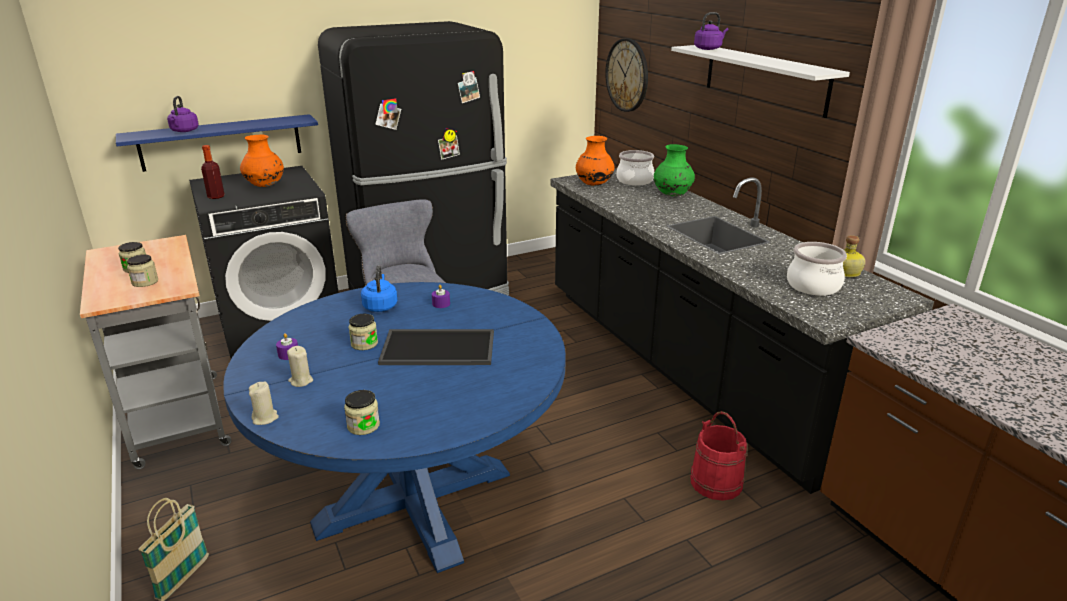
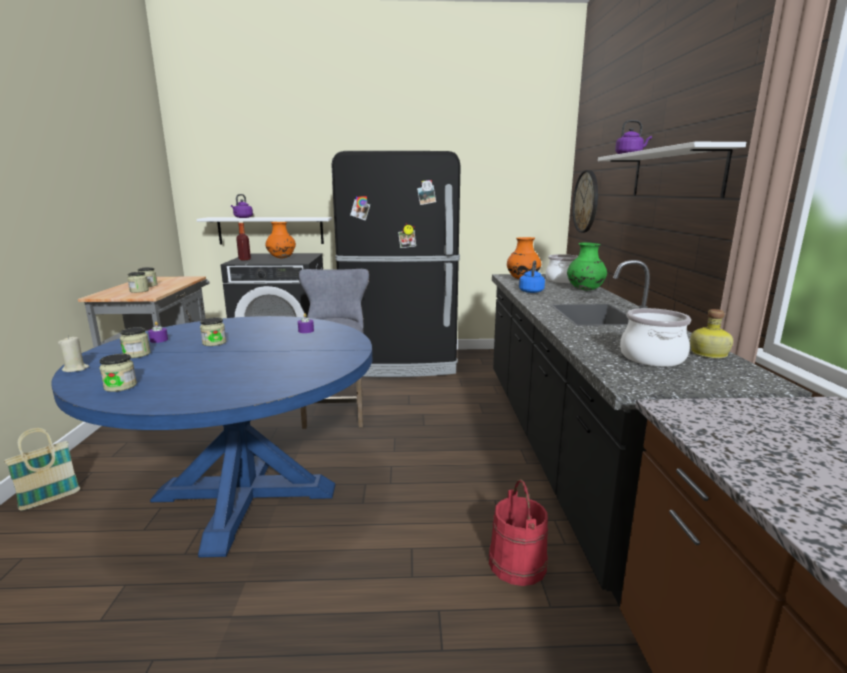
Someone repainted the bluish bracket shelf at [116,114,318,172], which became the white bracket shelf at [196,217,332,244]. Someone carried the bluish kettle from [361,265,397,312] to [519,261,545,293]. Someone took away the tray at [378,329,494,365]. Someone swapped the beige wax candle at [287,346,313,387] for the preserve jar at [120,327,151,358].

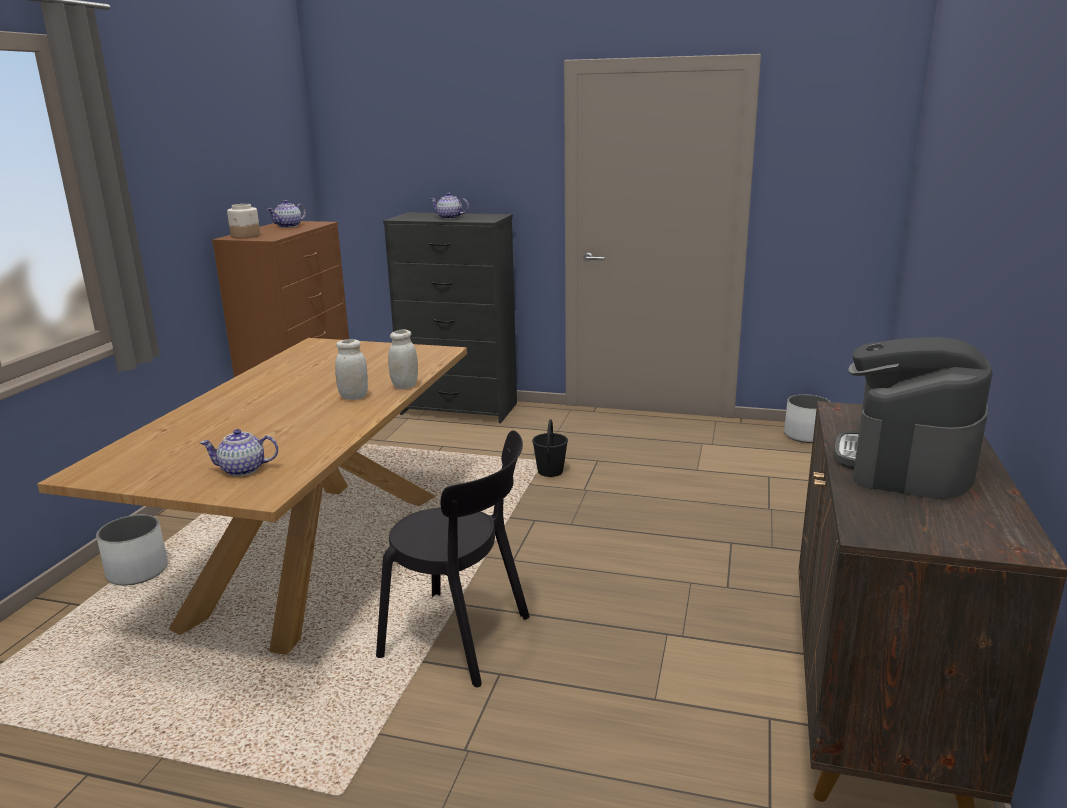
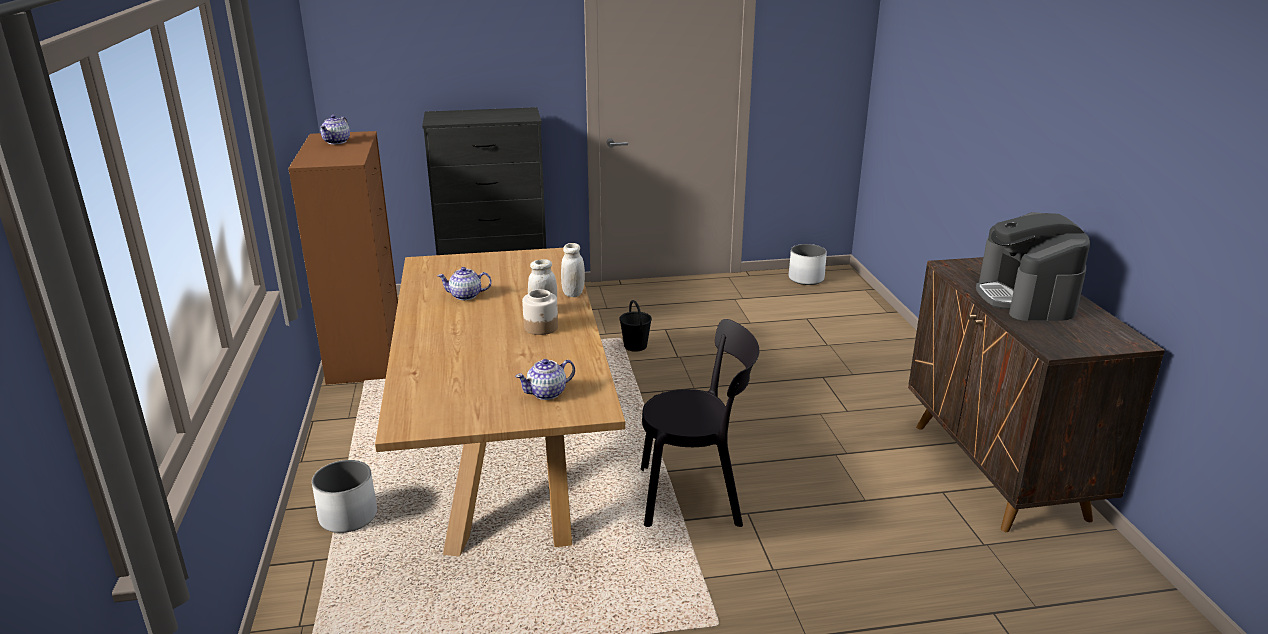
Someone carried the tea pot from [430,193,469,219] to [437,267,492,300]. Someone carried the preserve jar from [227,204,260,238] to [522,289,558,335].

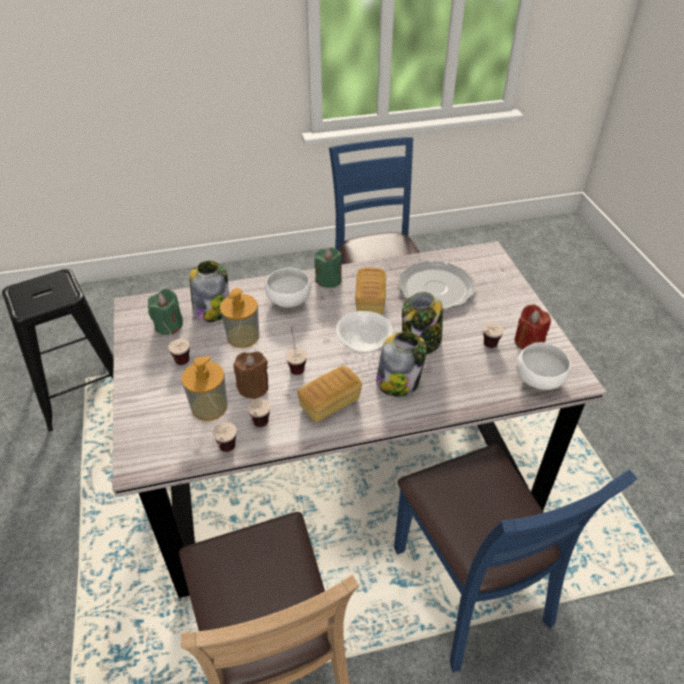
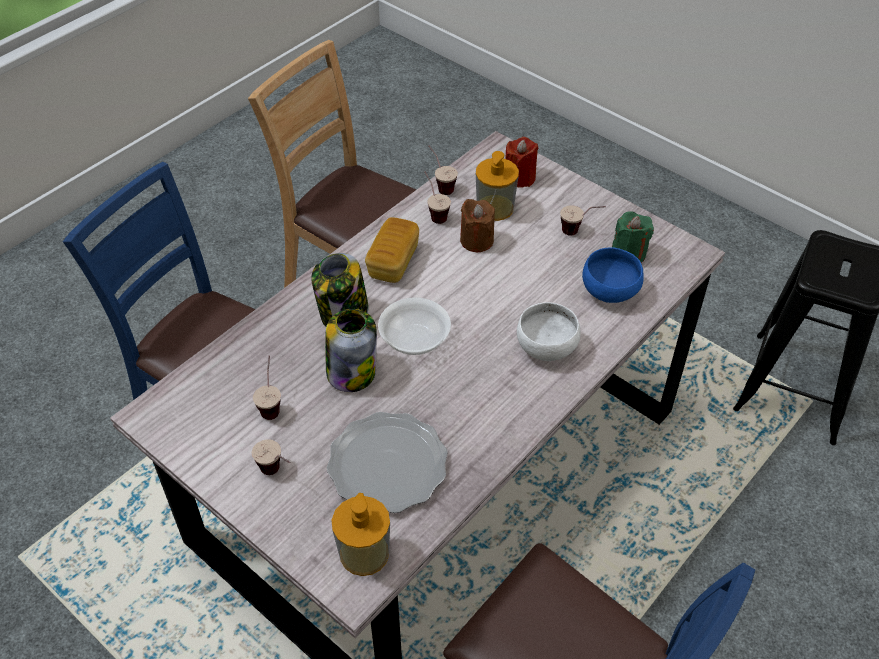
Someone took away the greenish wax candle at [314,247,342,288]. Someone swapped the preserve jar at [190,261,229,322] for the bluish serving bowl at [582,247,644,303]. Someone took away the bread at [355,267,386,315]. Someone carried the soap bottle from [220,288,259,348] to [332,493,390,576]. Someone carried the reddish wax candle from [515,304,551,350] to [505,137,539,188]. Someone carried the cup from [286,326,307,375] to [252,440,290,475]. Someone took away the white serving bowl at [516,342,571,390].

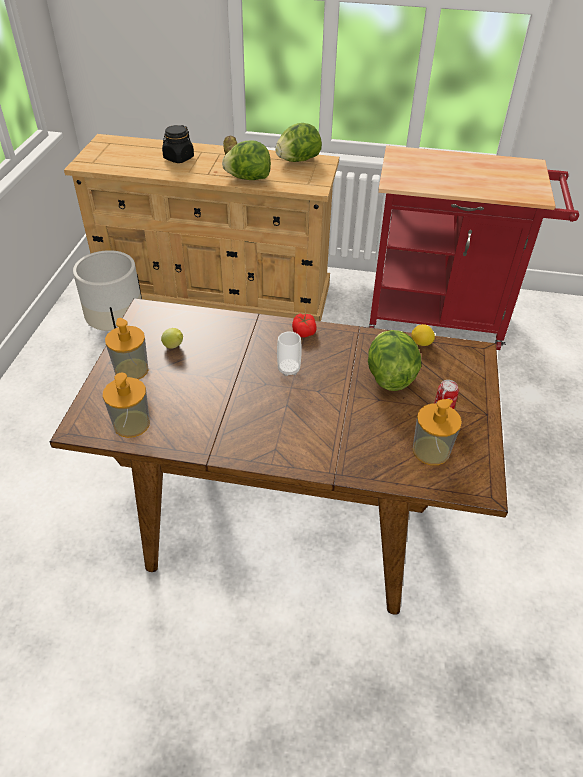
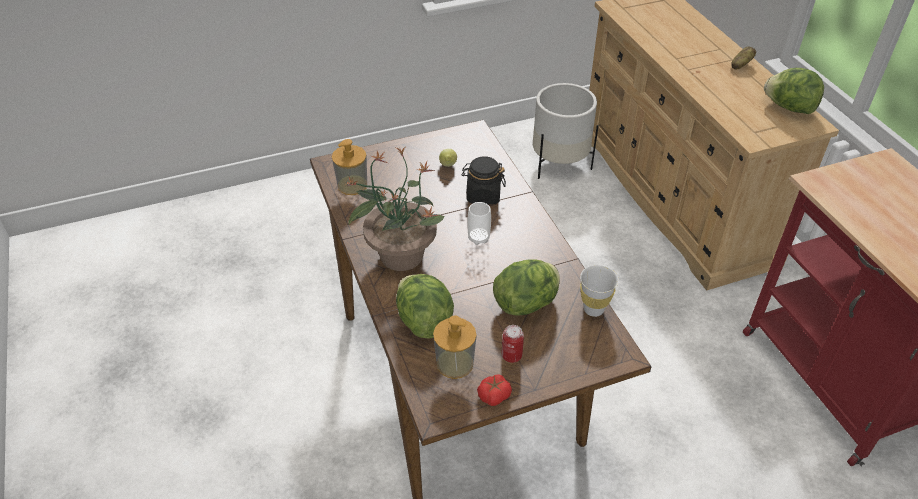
Someone carried the black preserve jar from [162,125,194,163] to [461,156,506,205]. Someone carried the lettuce head from [222,140,271,180] to [396,274,454,339]. Someone carried the fresh tomato from [292,314,317,337] to [477,374,512,406]. Someone took away the soap bottle at [105,318,149,380]. Someone swapped the whole lemon at [411,324,435,346] for the white cup at [580,265,619,317]. Someone put down the plant in a pot at [345,148,444,271].

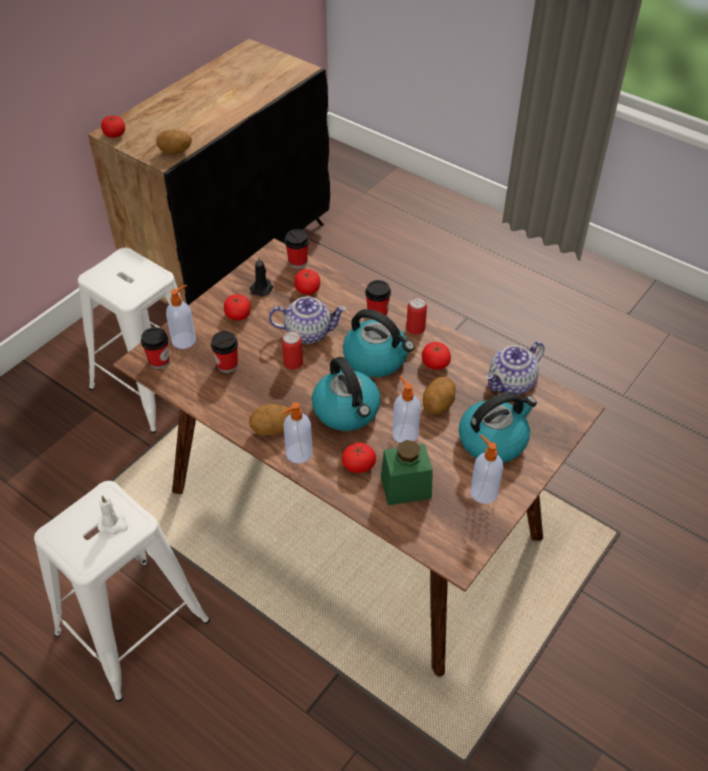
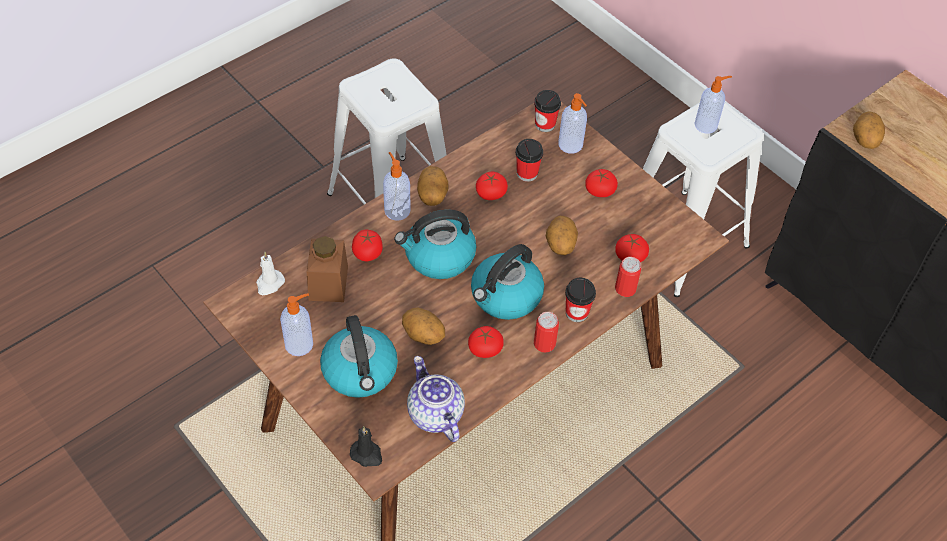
Someone carried the fresh tomato from [101,116,125,138] to [476,172,508,200]. Someone took away the cup at [285,229,309,269]. Someone carried the black wax candle from [250,257,273,297] to [350,426,382,467]. Someone swapped the tea pot at [269,296,346,344] for the potato at [546,216,578,255]. Someone carried the can from [282,331,303,370] to [615,257,641,297]. Someone carried the soap bottle from [392,375,421,443] to [694,76,732,134]. Someone repainted the greenish preserve jar at [381,440,433,505], which became the brown-coloured preserve jar at [307,236,348,302]. Someone carried the white wax candle from [97,495,128,535] to [256,252,285,295].

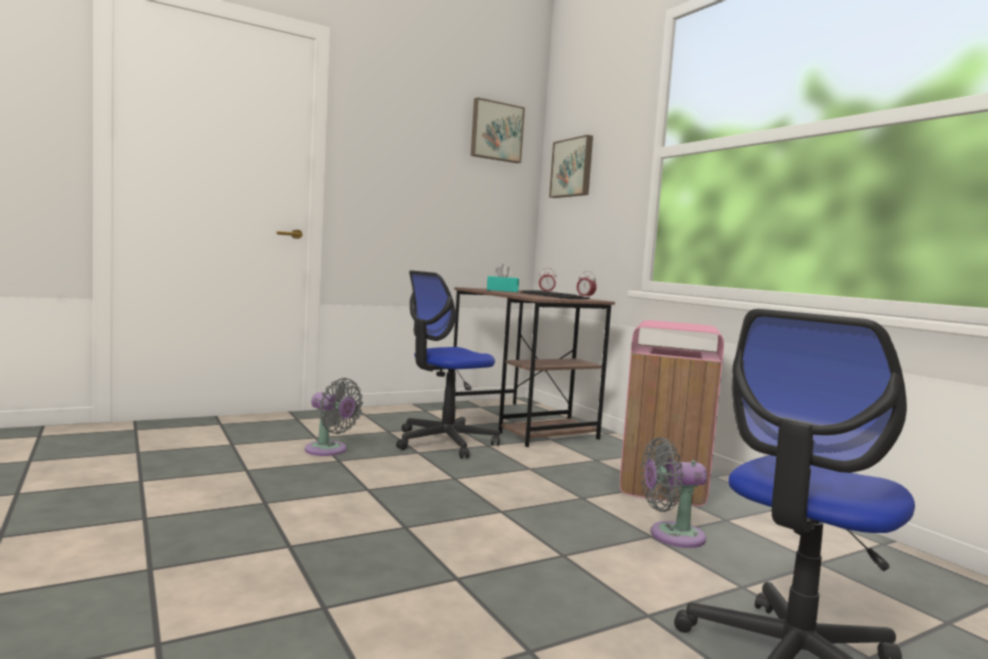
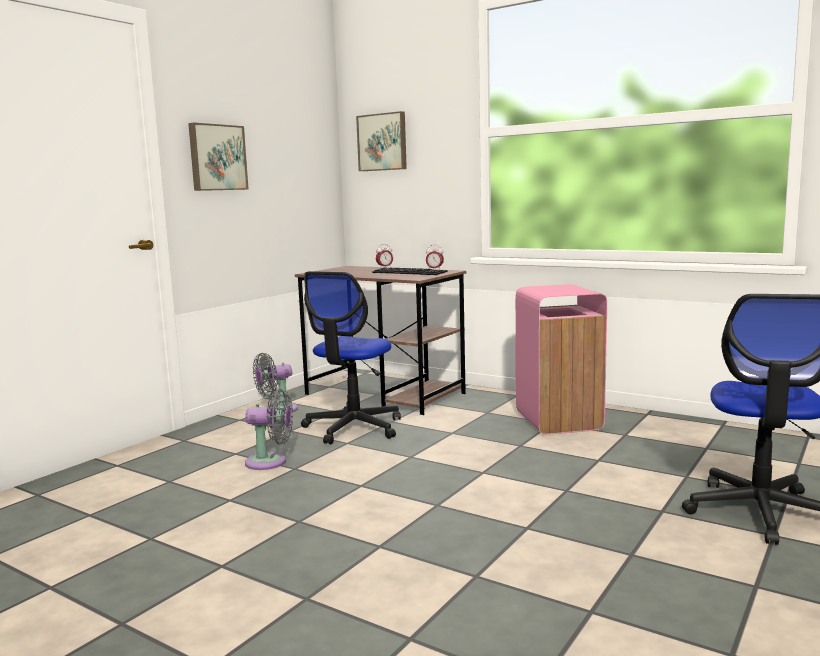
Someone carried the wall picture from [471,97,525,163] to [188,123,248,191]. Someone took away the turquoise tissue box at [487,264,519,292]. Someone carried the grey cooling fan from [641,437,707,548] to [253,353,298,415].

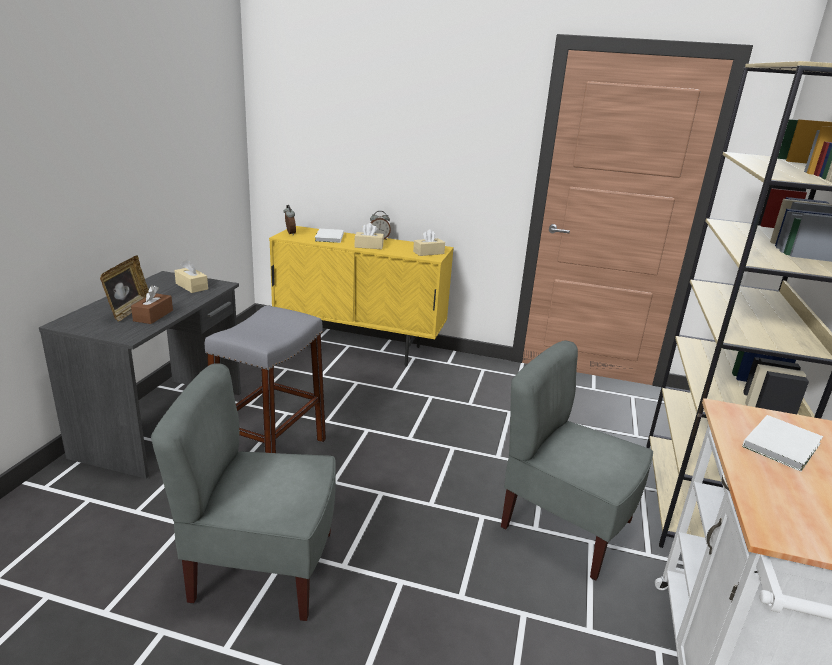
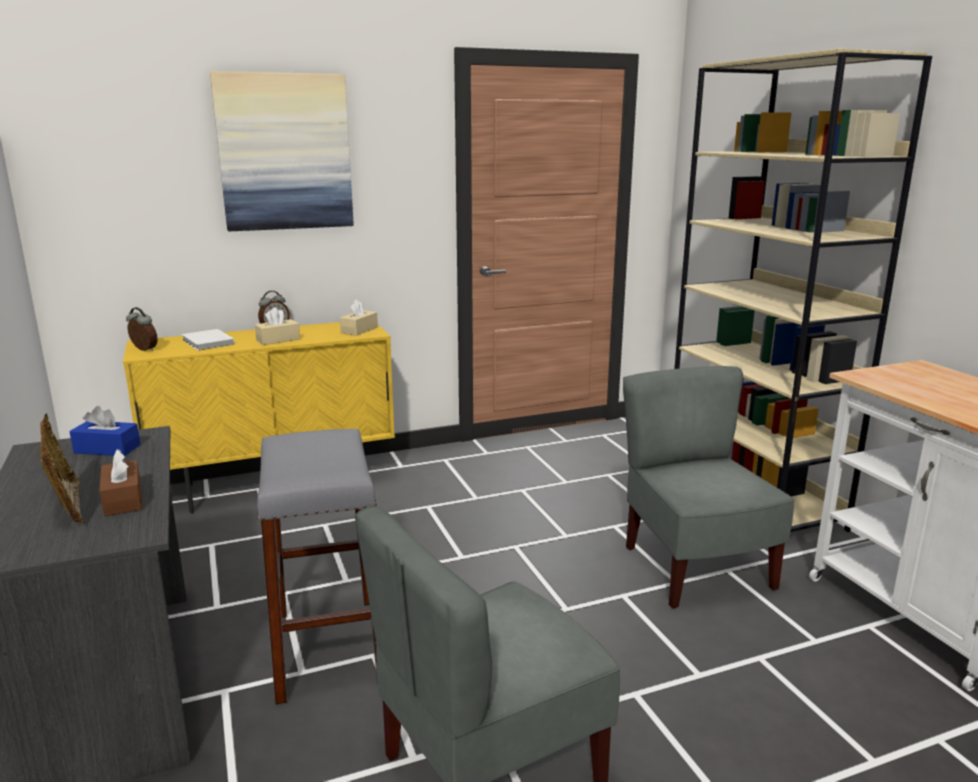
Someone repainted the beige tissue box at [174,259,208,293], which became the bluish tissue box at [69,406,141,456]. Someone rotated the grey upright chair at [501,340,653,580] by 75 degrees clockwise. Someone took away the white bound book at [742,415,823,472]. Someone put up the wall picture at [210,71,354,231].

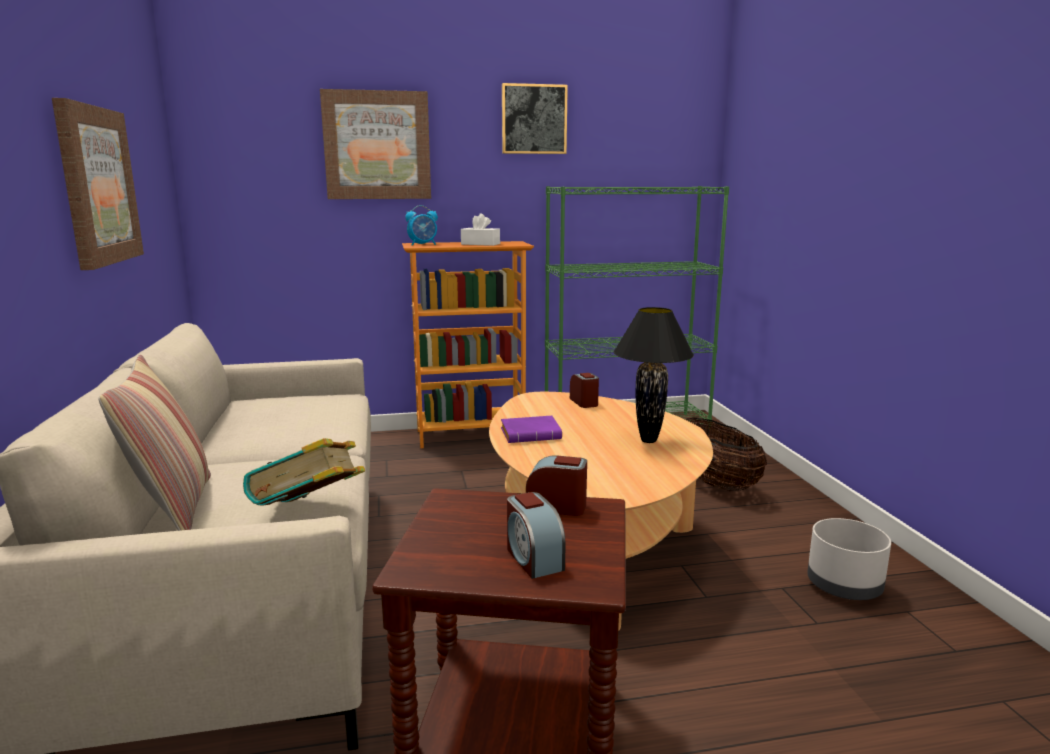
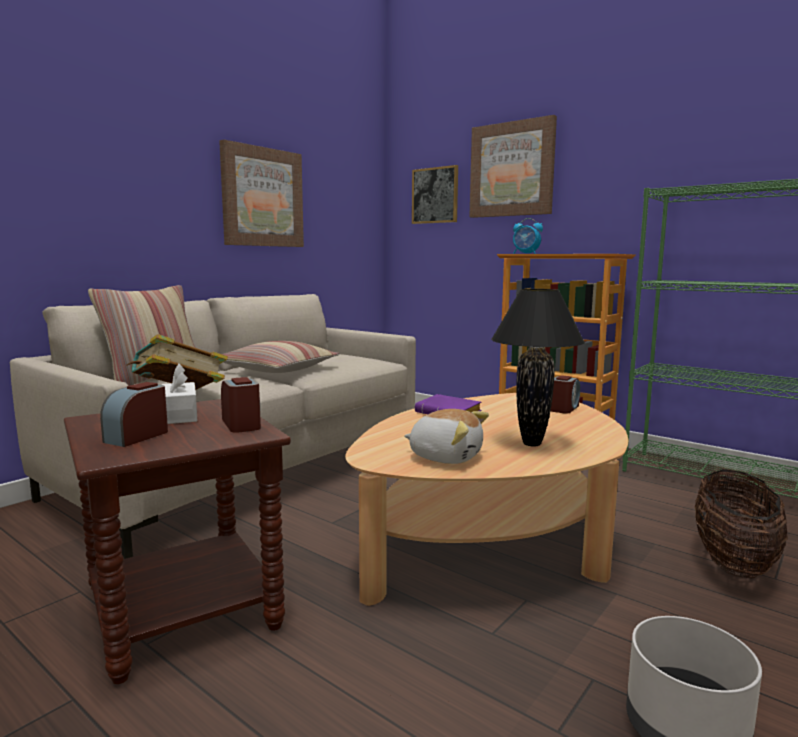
Someone carried the wall picture from [502,83,568,154] to [412,165,458,224]. Someone carried the white tissue box from [461,213,500,246] to [161,363,198,424]. Someone put down the pillow at [222,341,340,373]. Someone put down the plush toy at [404,409,489,464].

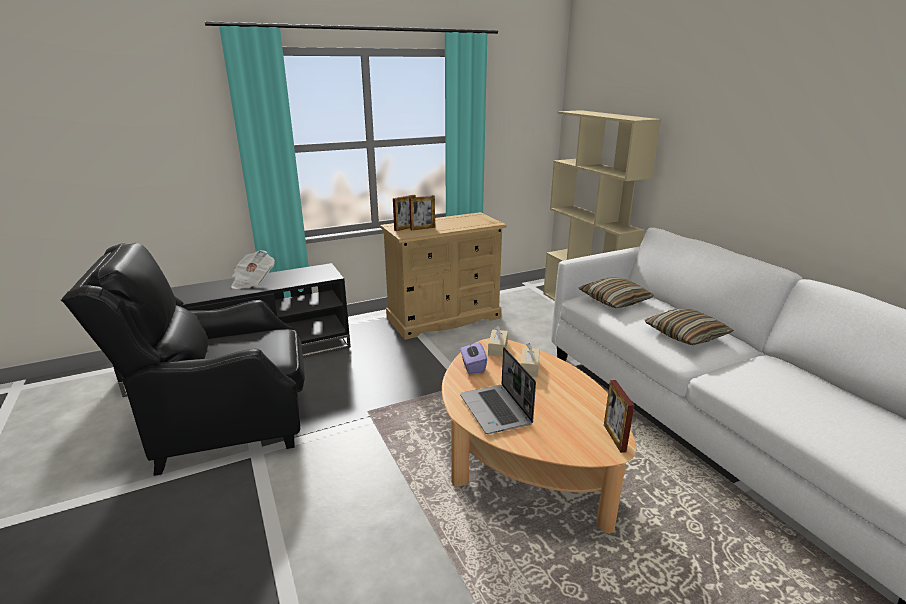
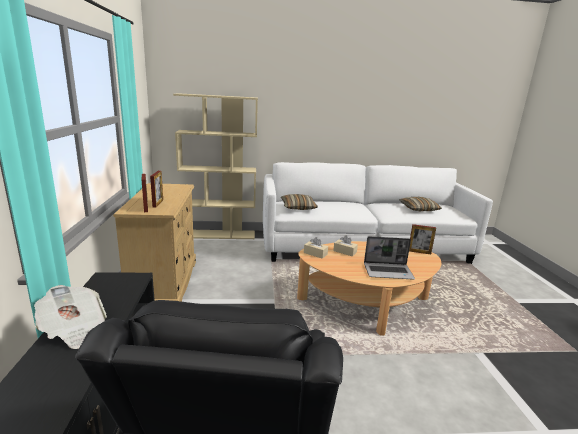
Someone carried the pillow from [645,309,734,345] to [399,197,442,211]. Someone took away the purple tissue box at [460,341,487,374].

